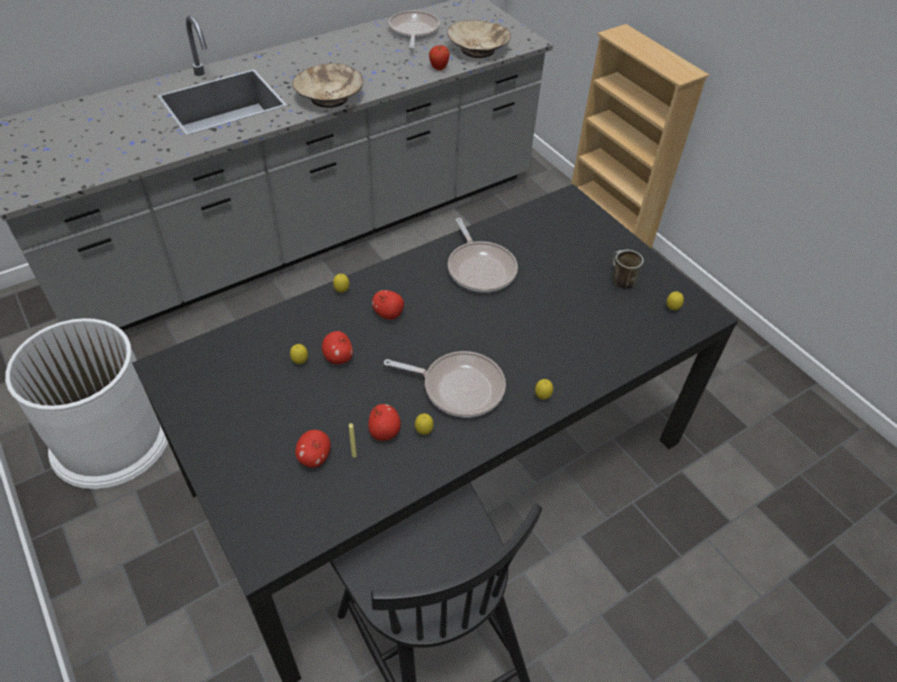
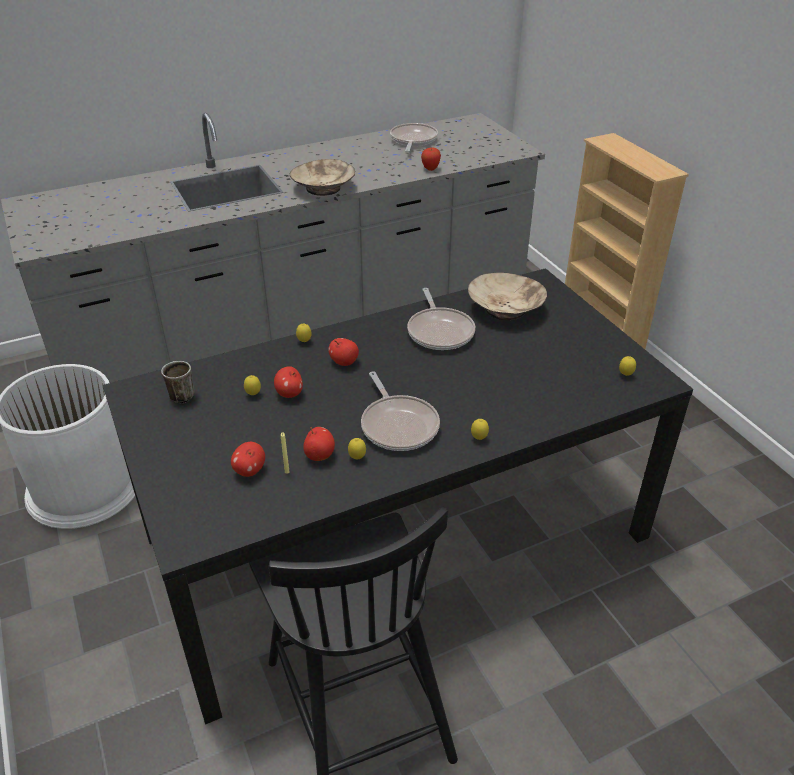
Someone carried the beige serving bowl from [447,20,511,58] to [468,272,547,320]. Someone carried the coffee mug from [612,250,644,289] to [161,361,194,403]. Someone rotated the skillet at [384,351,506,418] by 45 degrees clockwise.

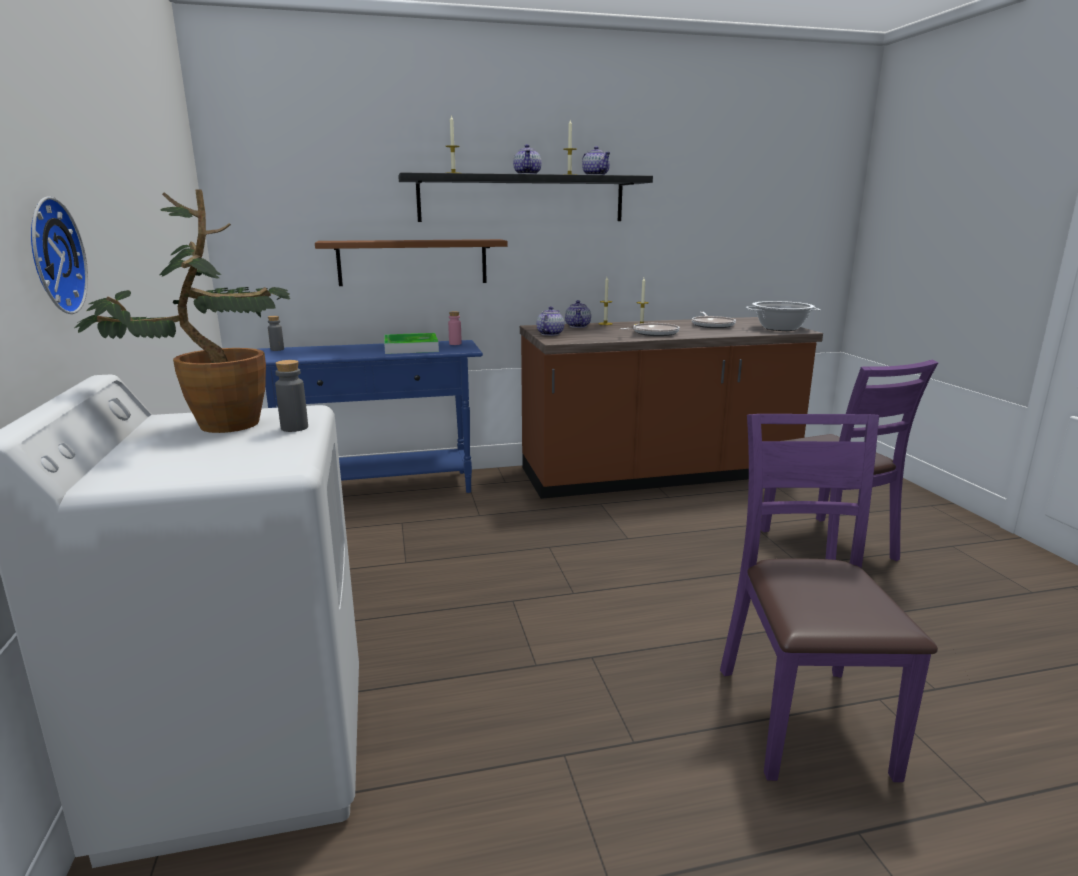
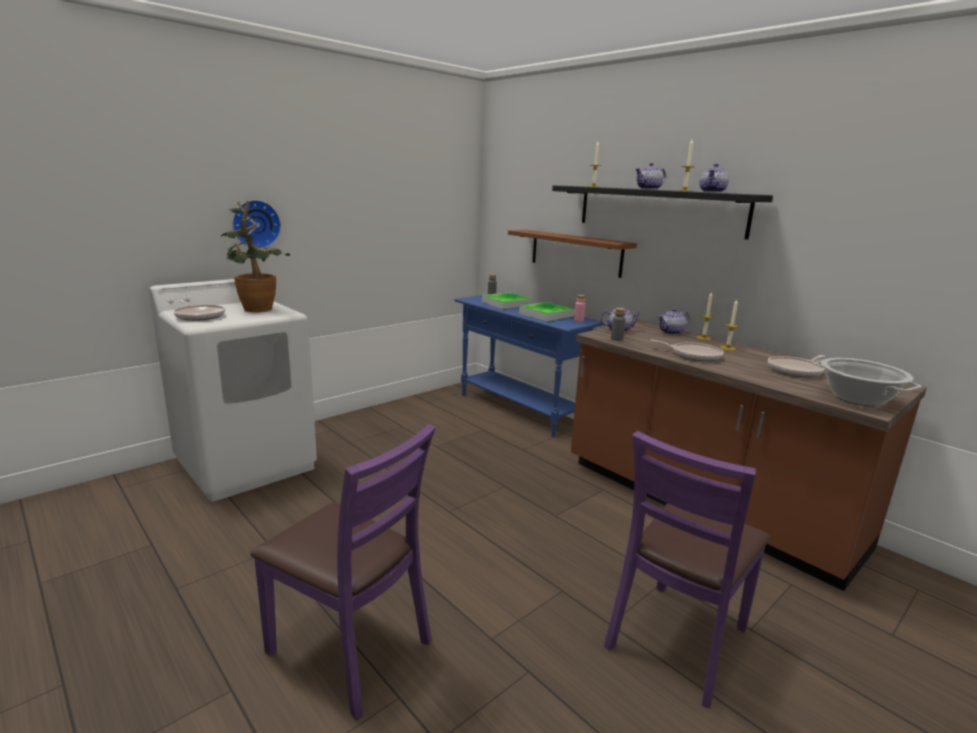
Someone carried the grey bottle from [275,360,308,432] to [611,308,626,341]. Someone rotated the purple upright chair at [720,414,938,782] by 60 degrees clockwise. Someone put down the tray at [482,292,532,309]. Someone put down the skillet at [173,300,225,321].

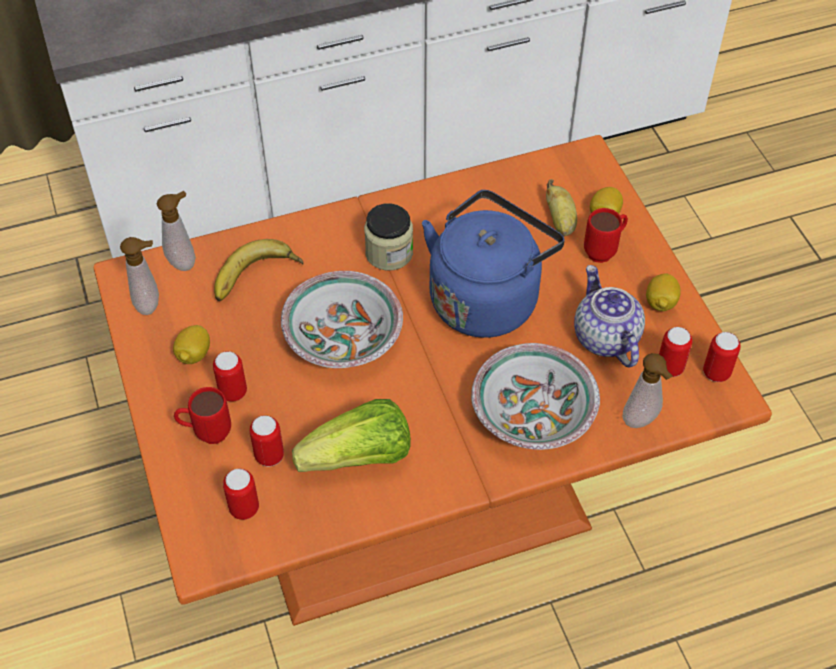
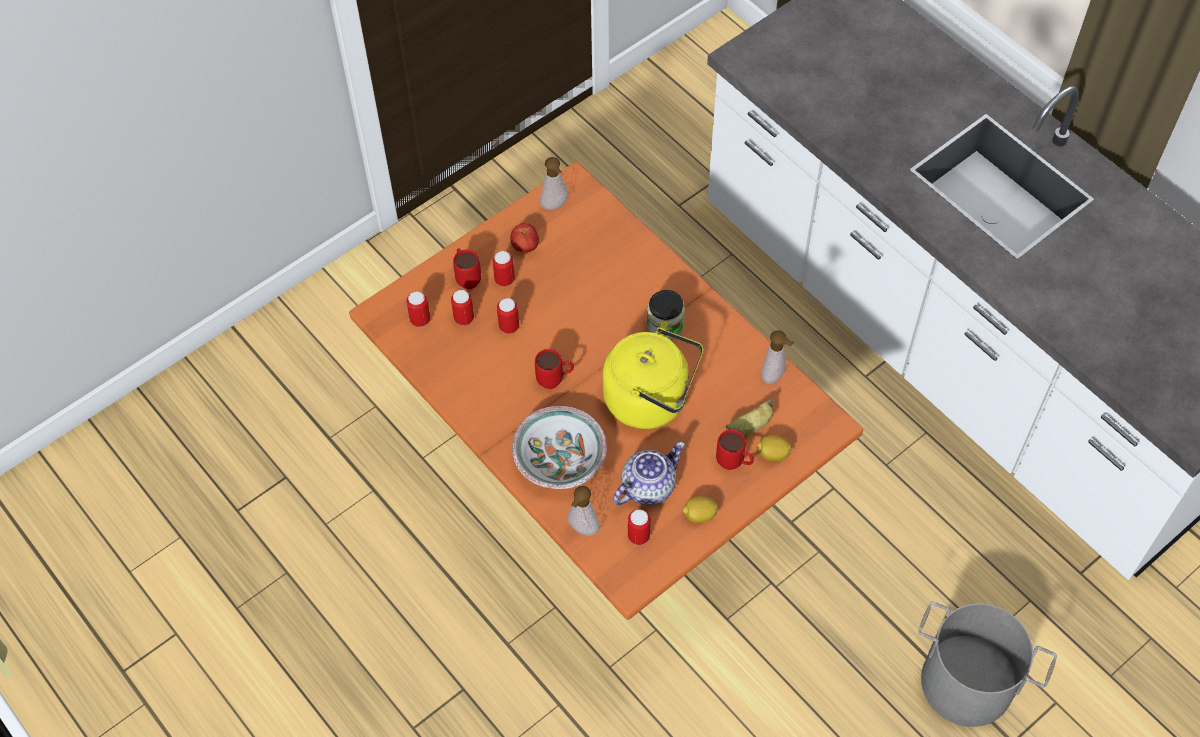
Someone repainted the bluish kettle at [422,190,565,338], which became the yellowish kettle at [603,322,703,429]. Someone carried the soap bottle from [157,191,196,271] to [761,330,794,384]. Someone took away the banana at [214,239,304,301]. Someone took away the serving bowl at [281,271,403,368]. Someone swapped the whole lemon at [173,325,210,364] for the fresh tomato at [510,223,539,253]. Someone carried the can from [703,332,741,382] to [497,298,519,334]. Someone took away the lettuce head at [292,399,411,472]. Someone put down the reddish coffee mug at [535,349,574,389]. Someone put down the grey water bucket at [918,602,1057,727].

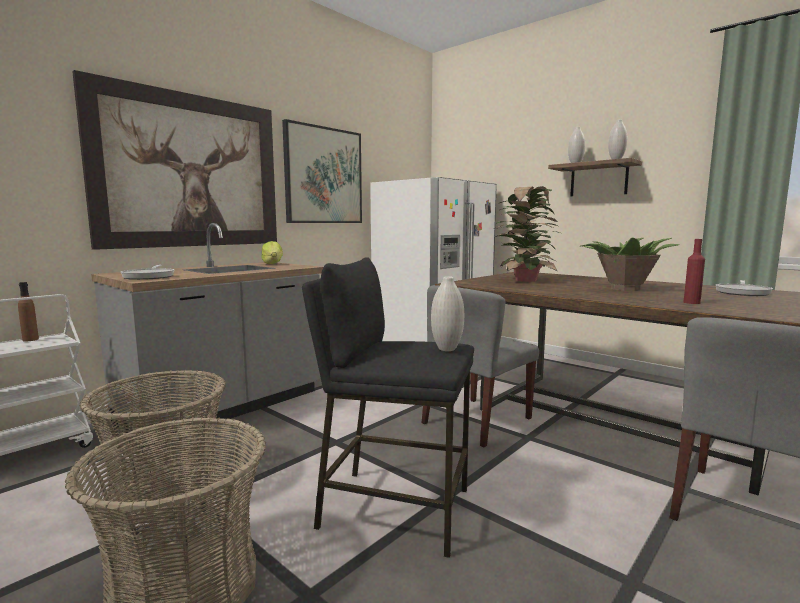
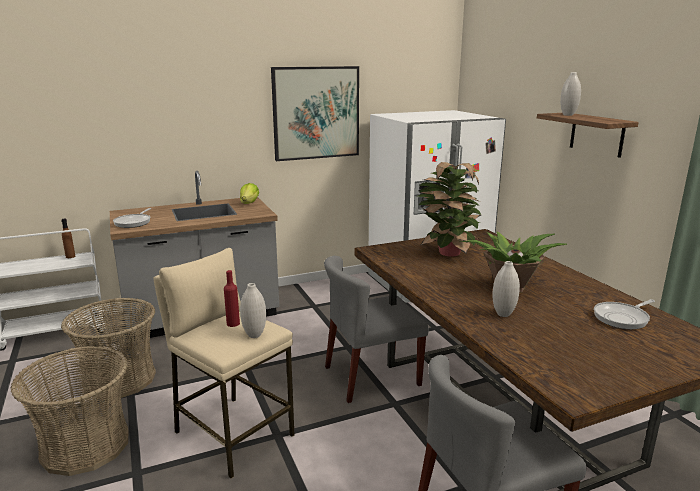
Someone took away the wall picture at [72,70,277,250]. Someone carried the white decorative vase from [608,119,627,159] to [492,261,520,317]. Someone carried the reddish bottle from [684,239,705,304] to [224,270,240,327]. Someone repainted the black sitting stool at [302,257,474,558], which became the beige sitting stool at [153,248,294,479].

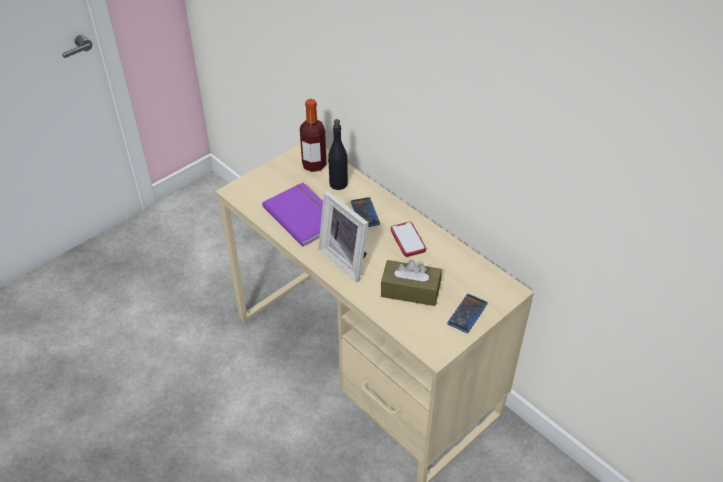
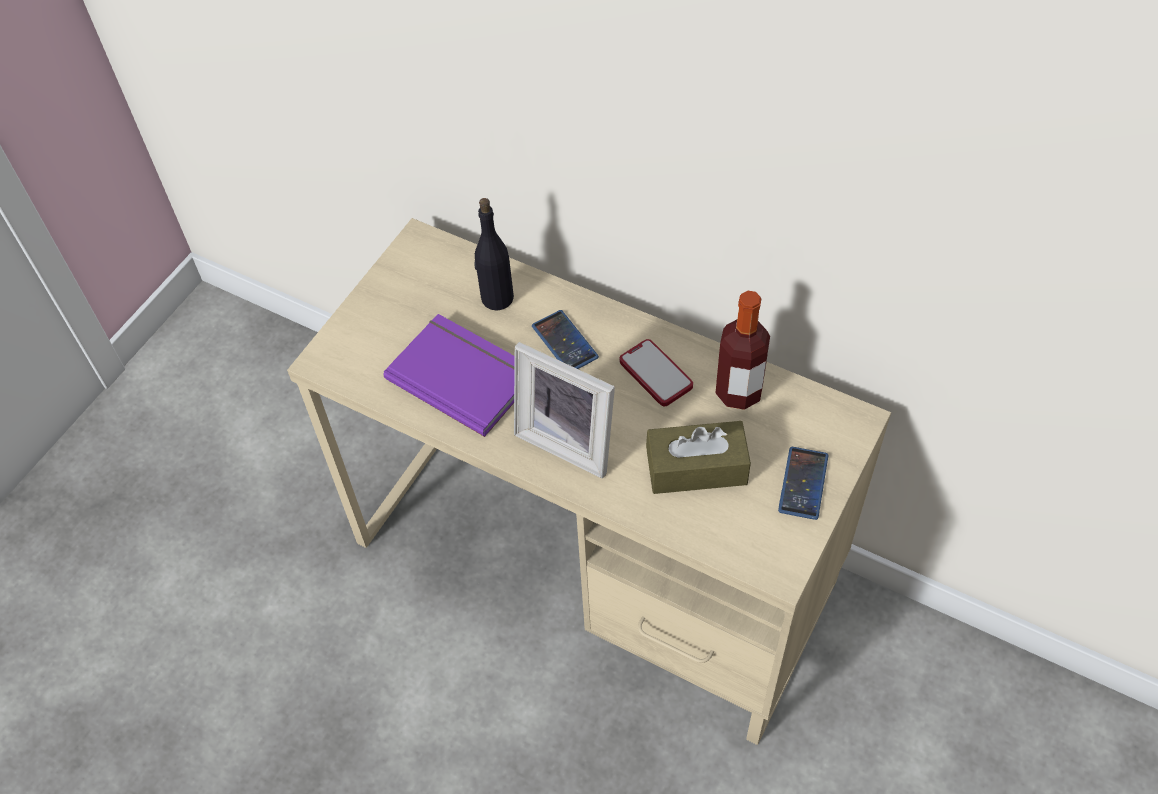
Someone carried the bottle from [300,99,326,172] to [715,291,770,410].

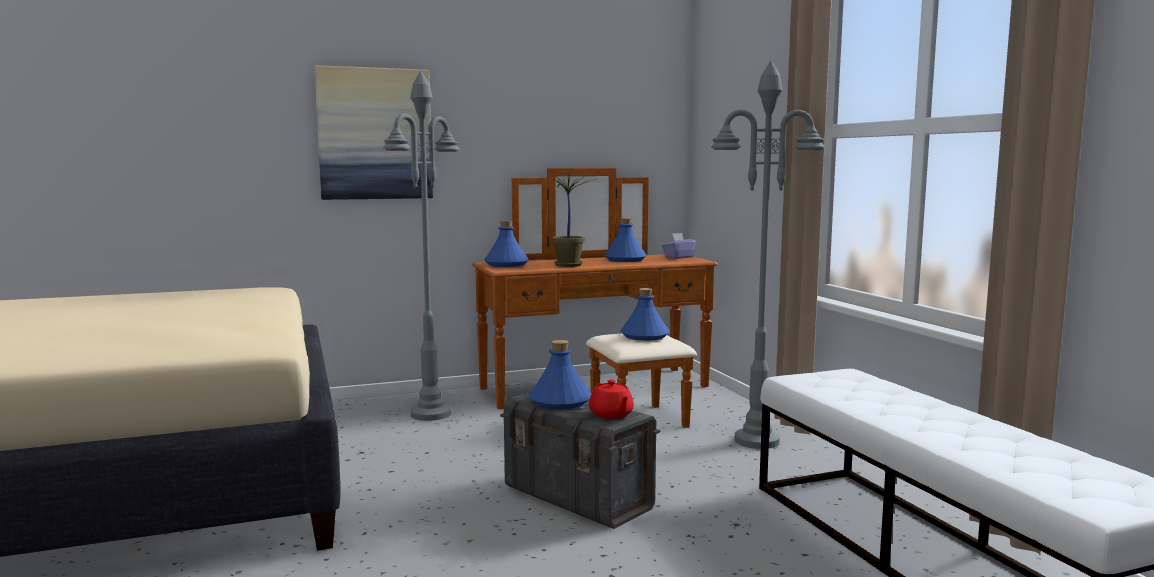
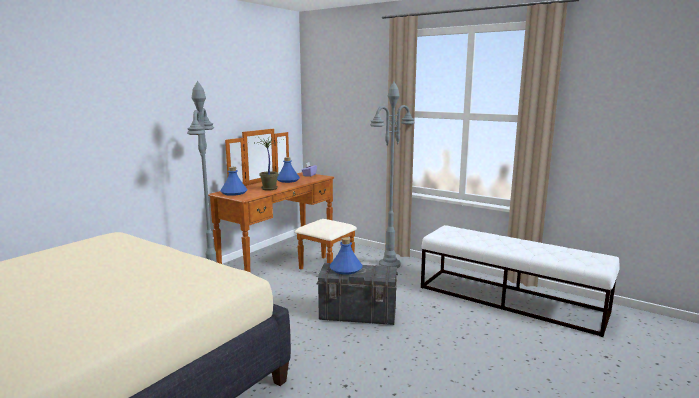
Someone took away the wall picture at [315,65,433,200]. Someone took away the bluish bottle at [620,288,670,341]. Someone took away the reddish tea pot at [589,380,634,419].

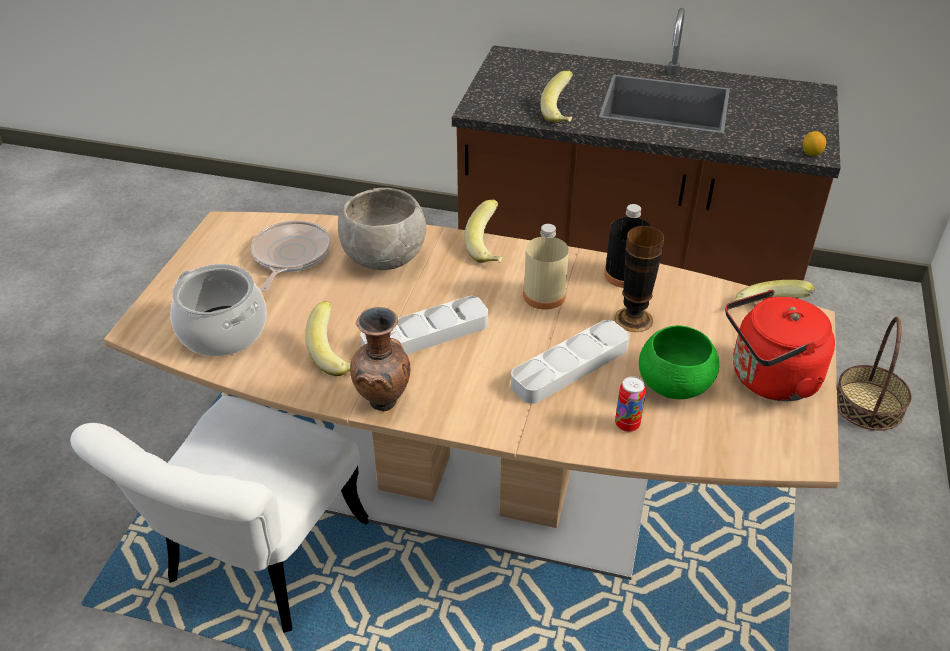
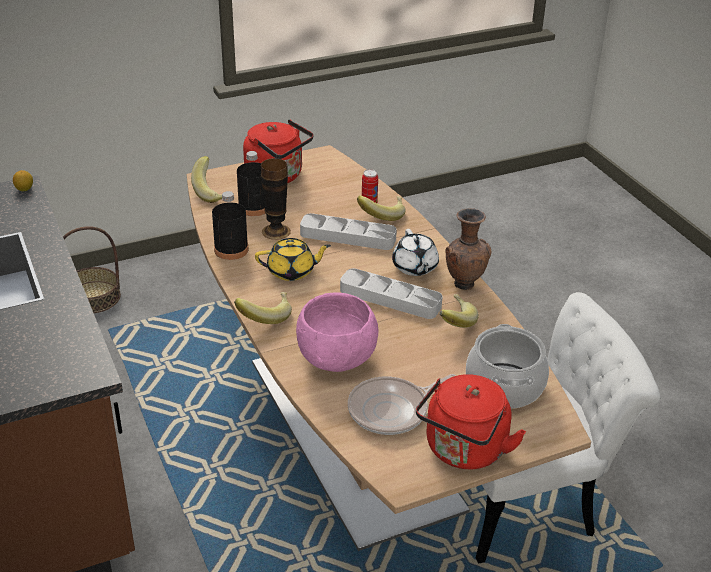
Someone carried the banana from [540,71,573,123] to [357,195,406,221]. Someone repainted the grey serving bowl at [338,188,426,270], which became the pinkish serving bowl at [296,292,378,372]. Someone swapped the beige bottle at [523,224,569,310] for the yellowish tea pot at [255,238,331,281]. Someone took away the greenish serving bowl at [639,325,719,399]. Someone put down the black bottle at [237,151,266,216]. Someone put down the white tea pot at [392,229,439,276]. Someone put down the reddish kettle at [416,374,526,469].

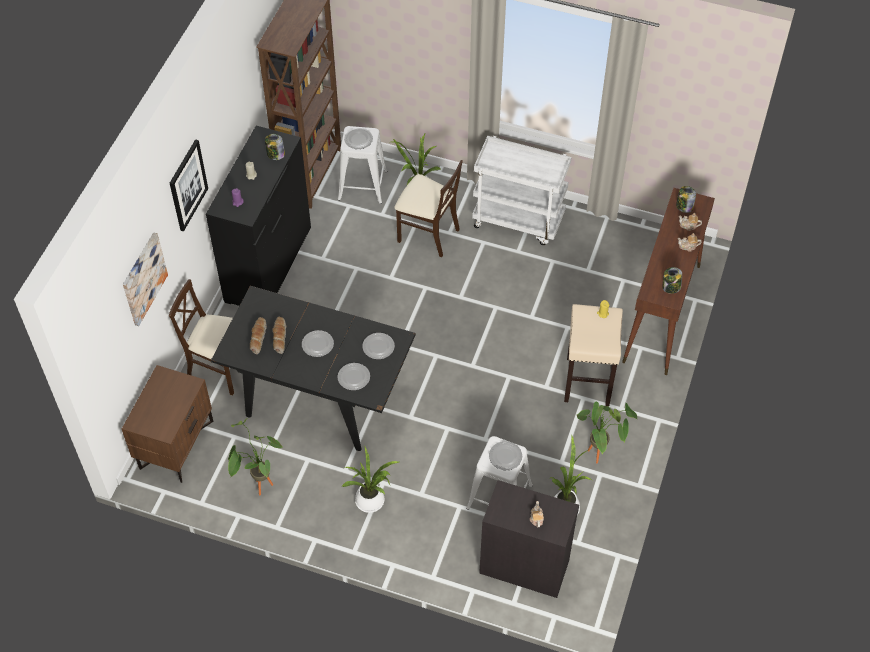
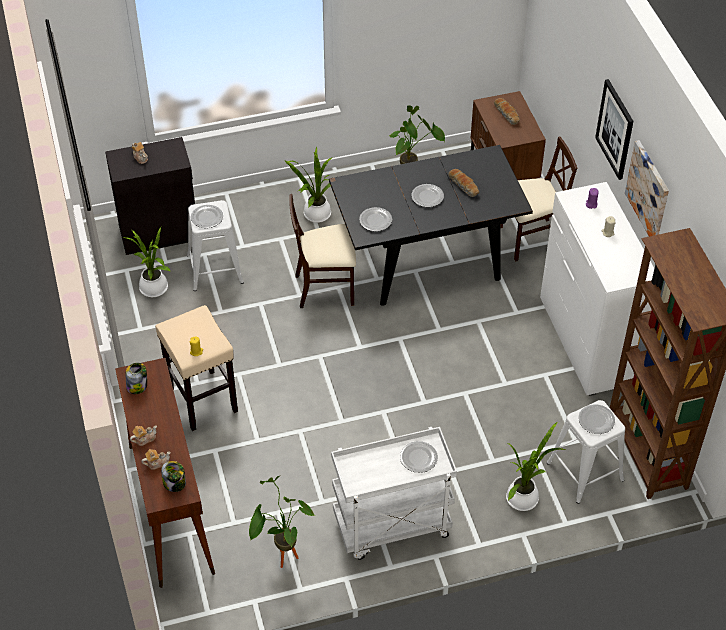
Someone repainted the black drawer chest at [206,126,311,306], which became the white drawer chest at [540,182,654,396]. Someone took away the preserve jar at [265,134,285,160]. Someone carried the beige upright chair from [394,160,463,257] to [289,194,356,308]. Someone carried the wall picture from [123,232,168,326] to [625,140,669,236]. Someone carried the bread from [250,317,267,355] to [494,98,520,125]. Someone carried the flat dish from [337,363,370,390] to [400,441,438,473]. Someone carried the plant in a pot from [576,402,638,464] to [249,475,315,568].

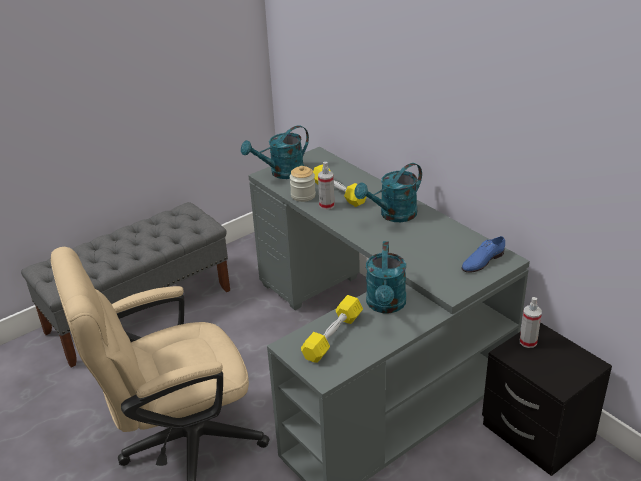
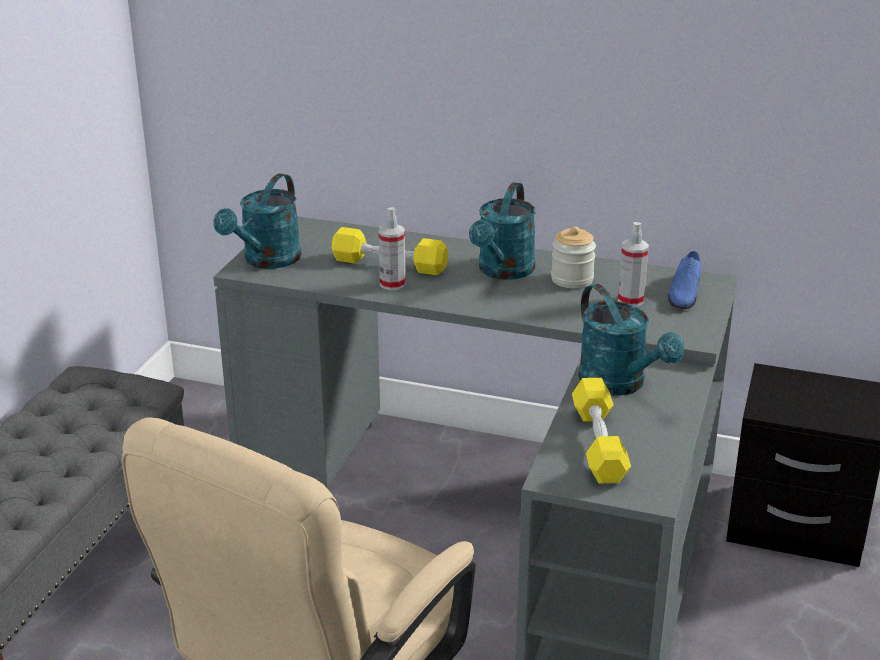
Someone carried the preserve jar from [290,166,316,202] to [551,226,596,288]. Someone carried the spray bottle from [520,297,542,348] to [618,222,649,307].

